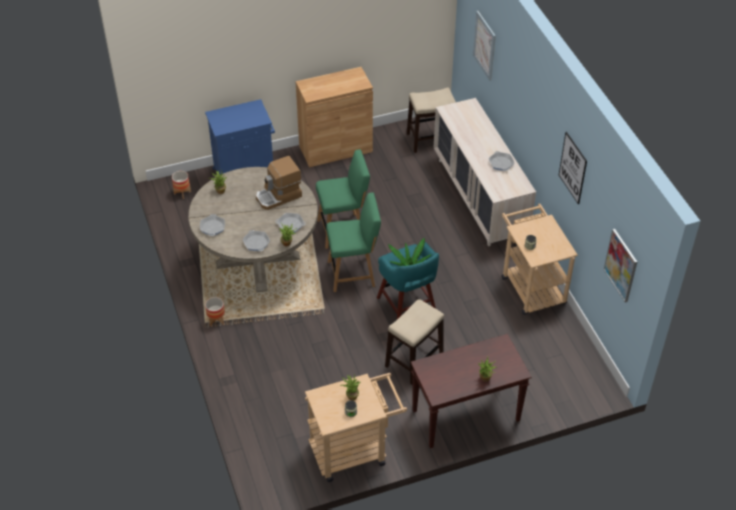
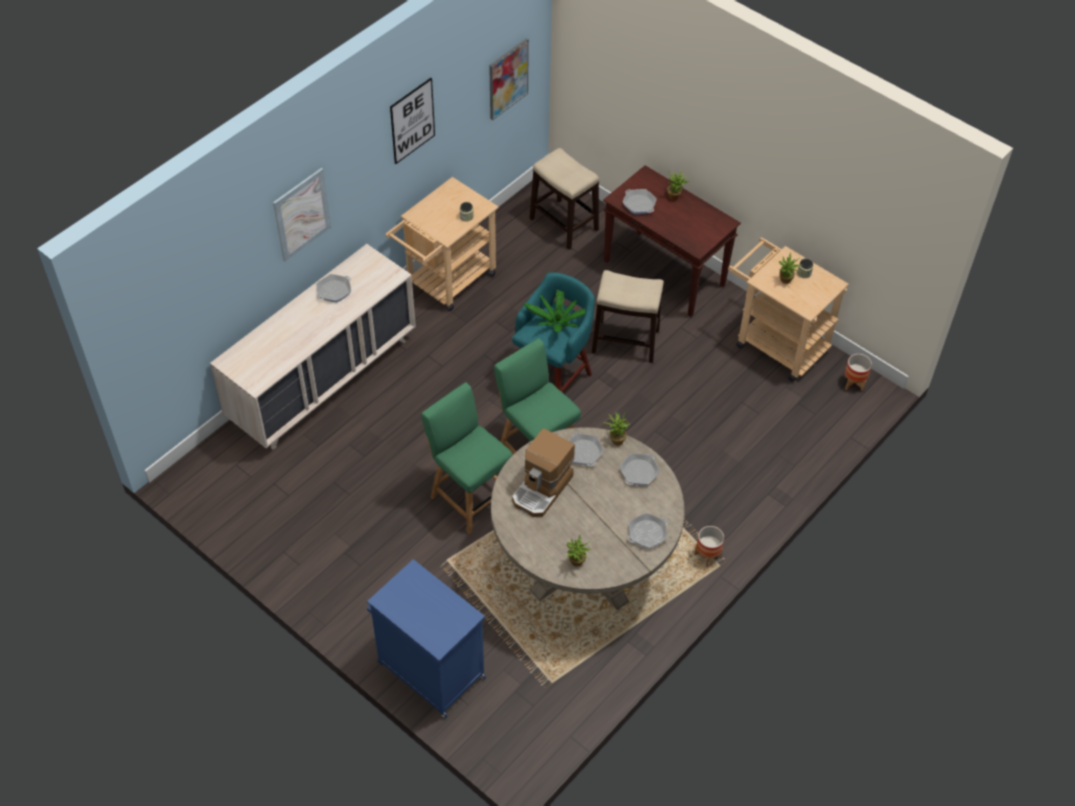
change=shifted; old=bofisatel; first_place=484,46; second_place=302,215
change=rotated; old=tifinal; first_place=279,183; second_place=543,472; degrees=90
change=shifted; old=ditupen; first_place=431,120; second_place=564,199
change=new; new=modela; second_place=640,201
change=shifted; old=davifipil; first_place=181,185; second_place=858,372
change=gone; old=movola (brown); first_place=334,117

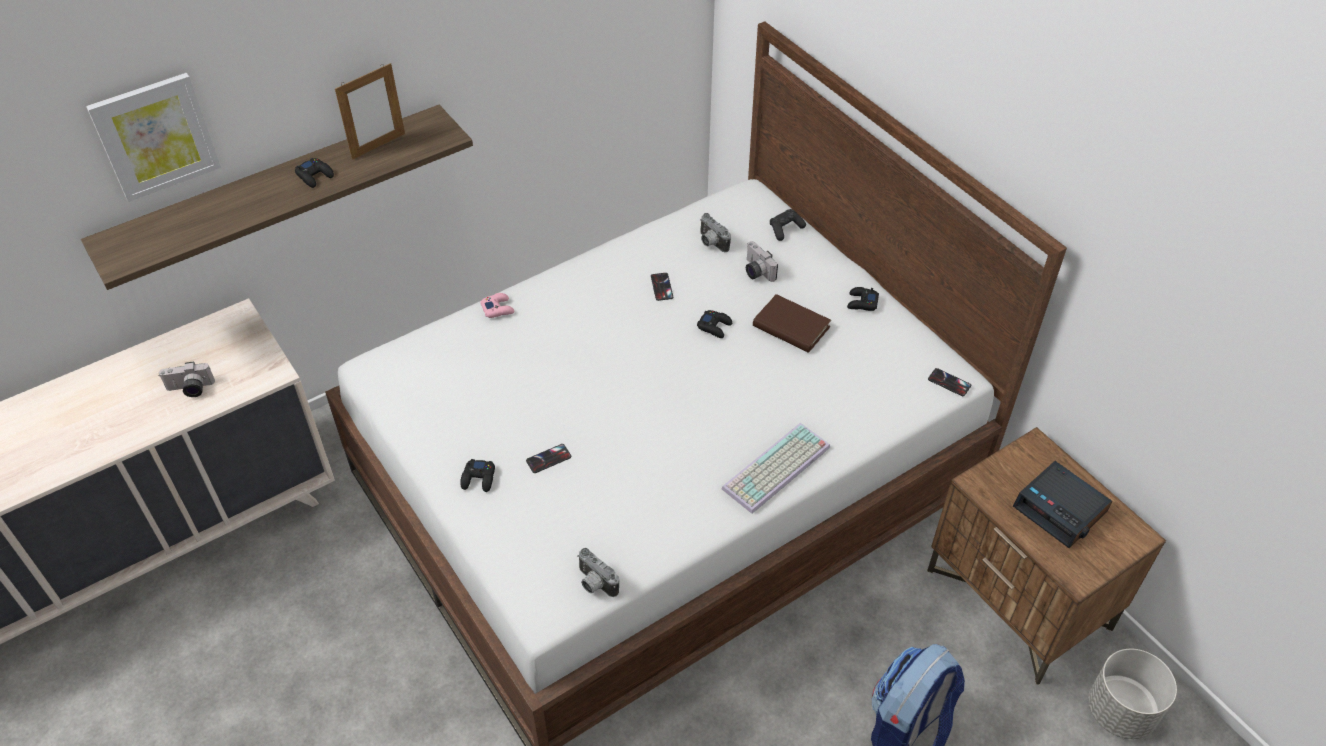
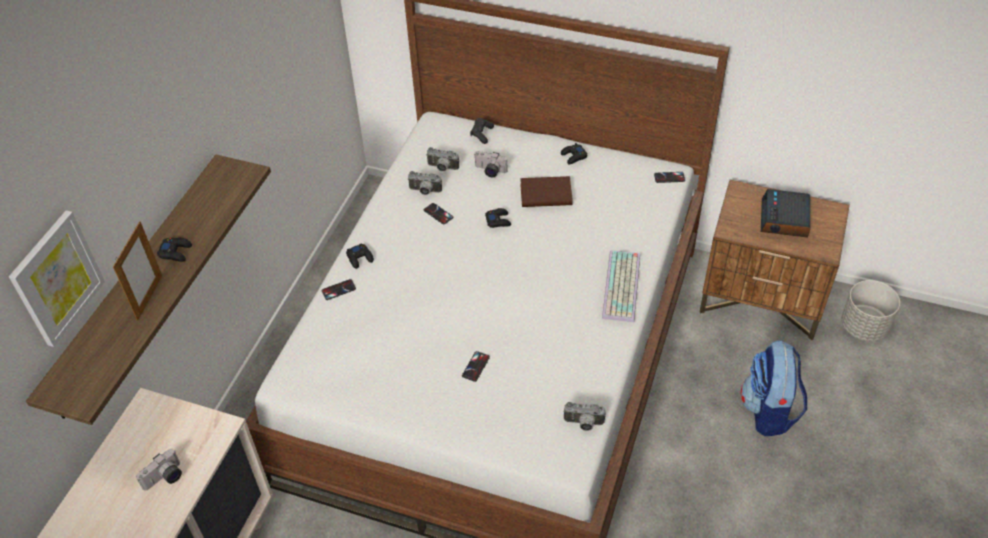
change=shifted; old=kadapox; first_place=370,111; second_place=137,271
change=swapped; old=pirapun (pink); new=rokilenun; first_place=497,305; second_place=338,289
change=shifted; old=pirapun (black); first_place=477,475; second_place=360,256
change=new; new=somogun; second_place=424,183
change=rotated; old=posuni; first_place=1063,504; second_place=785,213; degrees=90

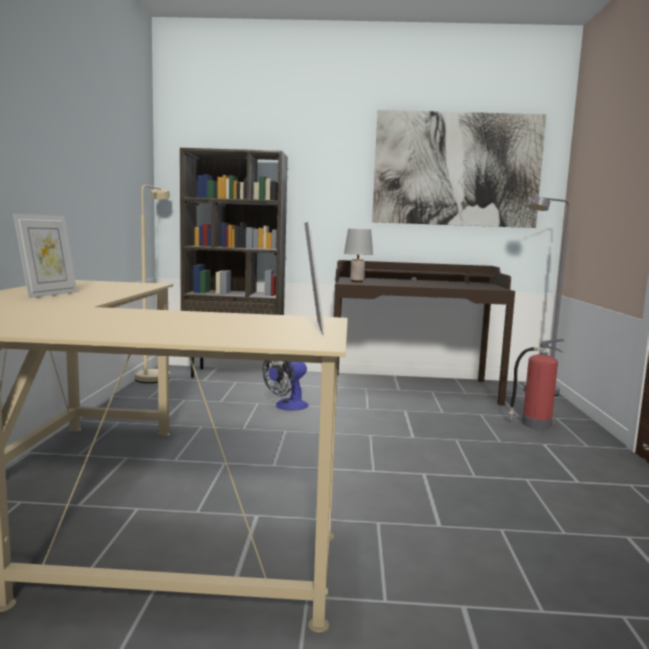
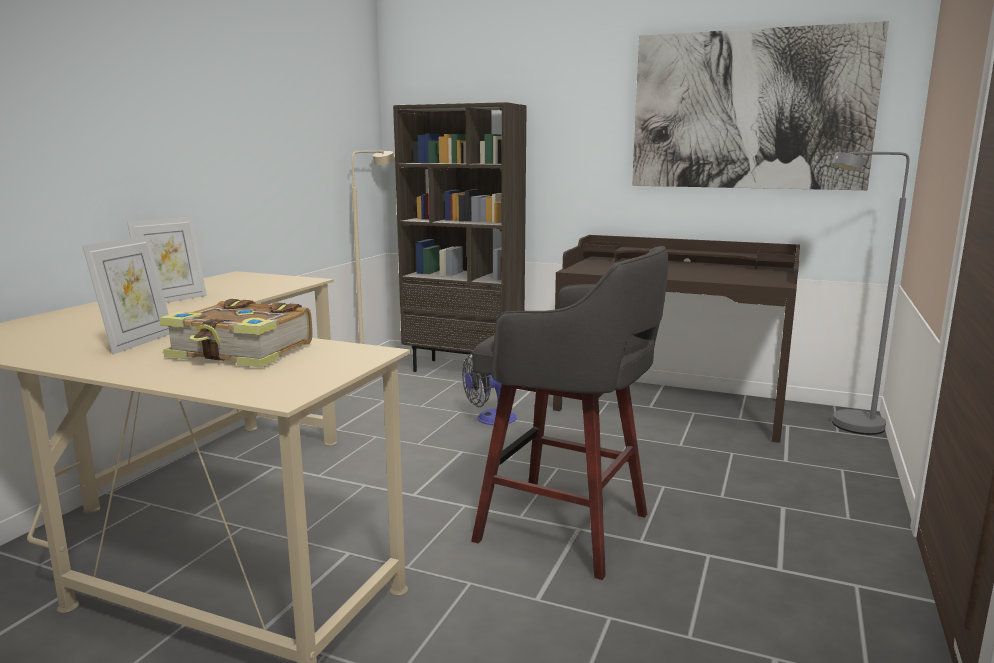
change=shifted; old=kadapox; first_place=314,279; second_place=125,295
change=new; new=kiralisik; second_place=236,333
change=new; new=ditupen (grey); second_place=570,413
change=gone; old=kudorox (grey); first_place=358,255
change=gone; old=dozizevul; first_place=536,384

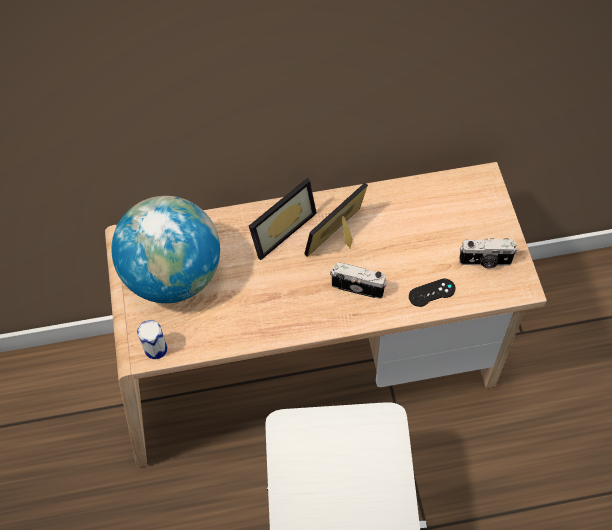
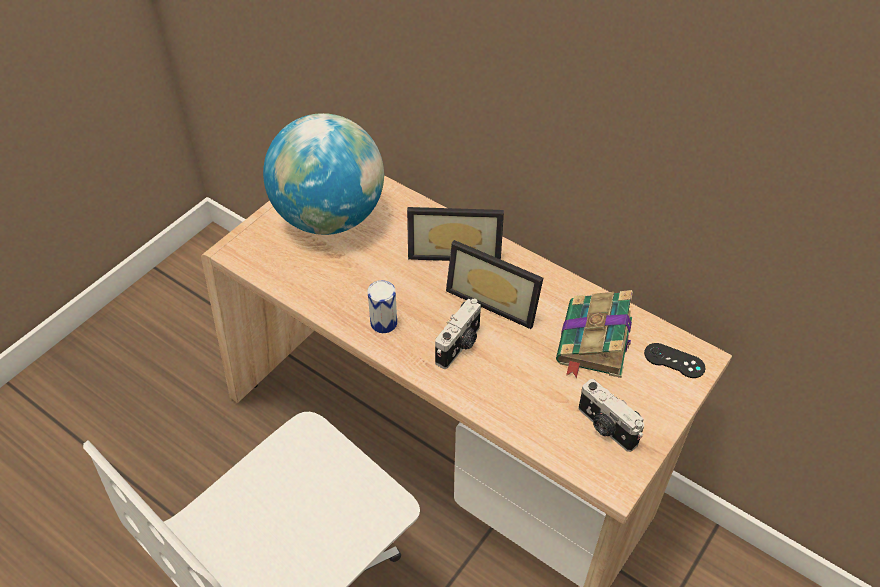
change=shifted; old=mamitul; first_place=152,339; second_place=382,306
change=rotated; old=somogun; first_place=358,280; second_place=458,333; degrees=60
change=rotated; old=kadapox; first_place=336,220; second_place=494,284; degrees=-150
change=new; new=kiralisik; second_place=594,334
change=shifted; old=pirapun (black); first_place=432,293; second_place=674,360

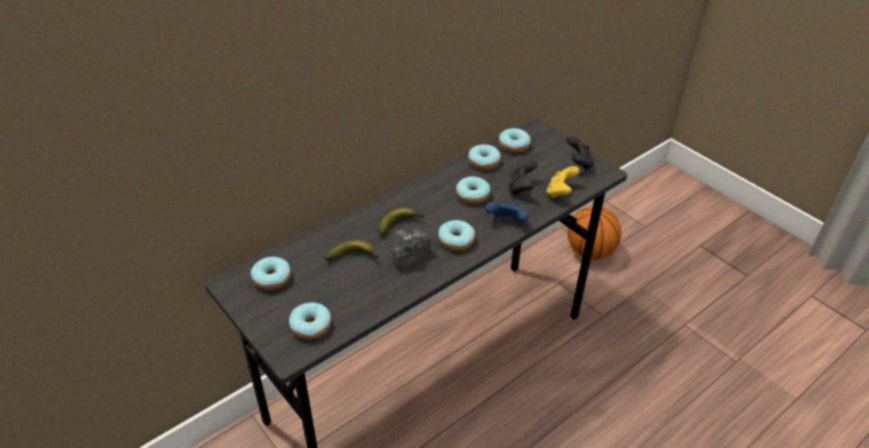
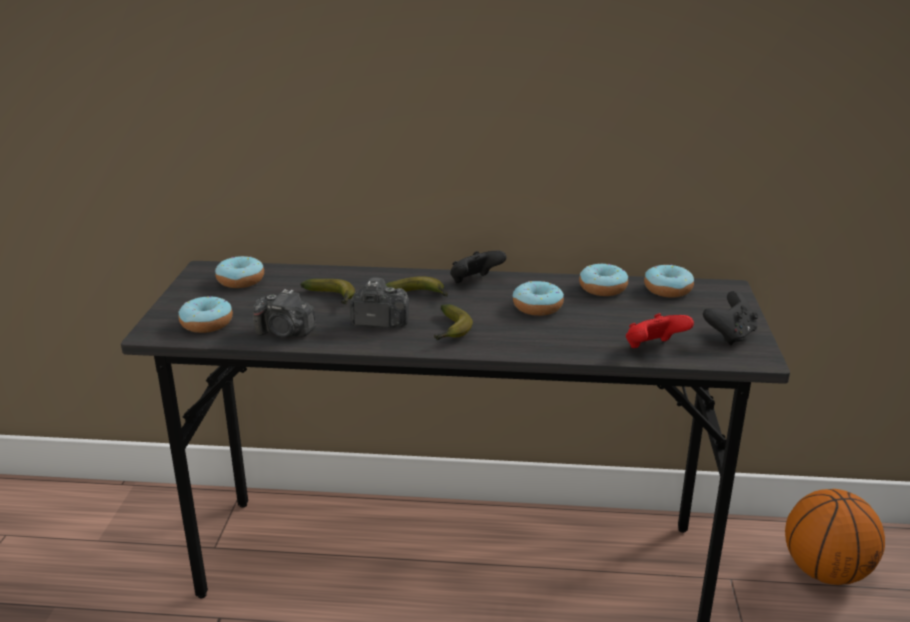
change=new; new=somogun; second_place=284,313
change=swapped; old=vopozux; new=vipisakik; first_place=456,235; second_place=453,322
change=shifted; old=pirapun (black); first_place=523,178; second_place=478,267
change=repainted; old=pirapun (yellow); new=pirapun (red); first_place=563,182; second_place=660,330
change=gone; old=pirapun (blue); first_place=507,211

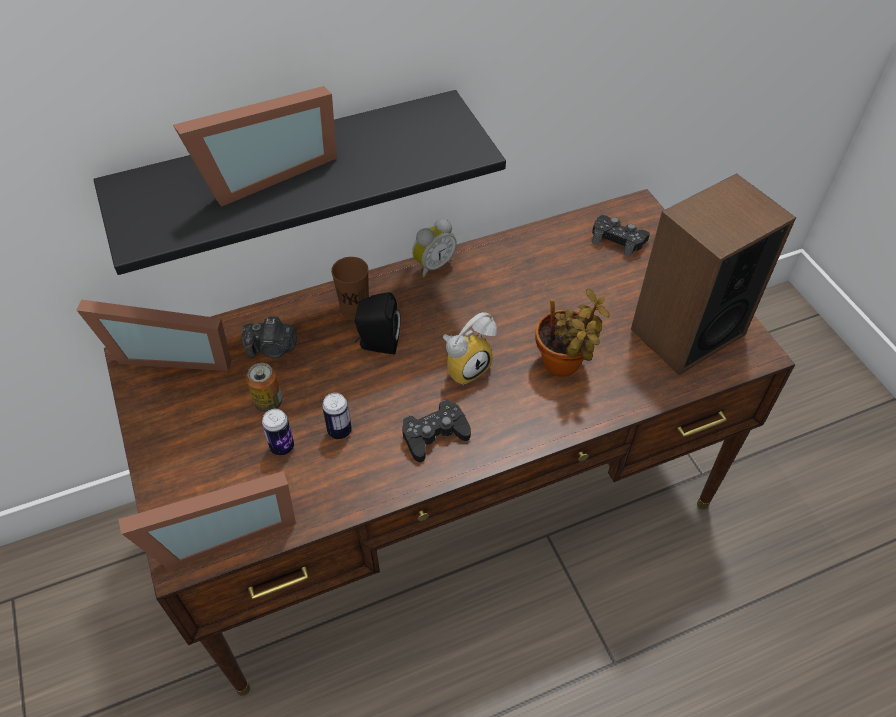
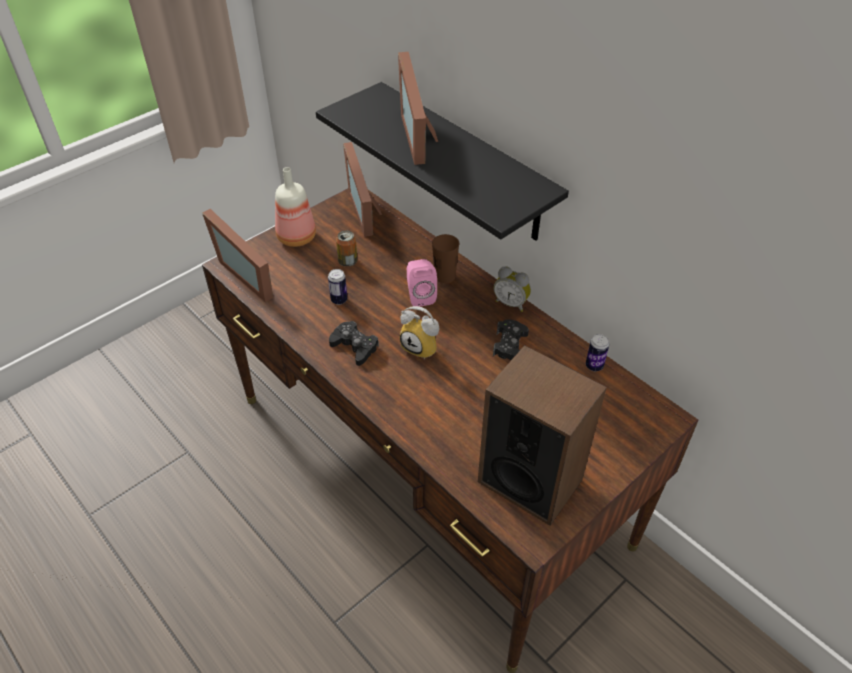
change=new; new=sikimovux; second_place=295,207
change=rotated; old=kadapox; first_place=255,146; second_place=418,108; degrees=45
change=repainted; old=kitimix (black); new=kitimix (pink); first_place=377,323; second_place=422,283
change=shifted; old=pirapun (black); first_place=621,236; second_place=511,339
change=shifted; old=mamitul; first_place=278,432; second_place=597,352
change=gone; old=somogun; first_place=269,337
change=gone; old=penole; first_place=573,332

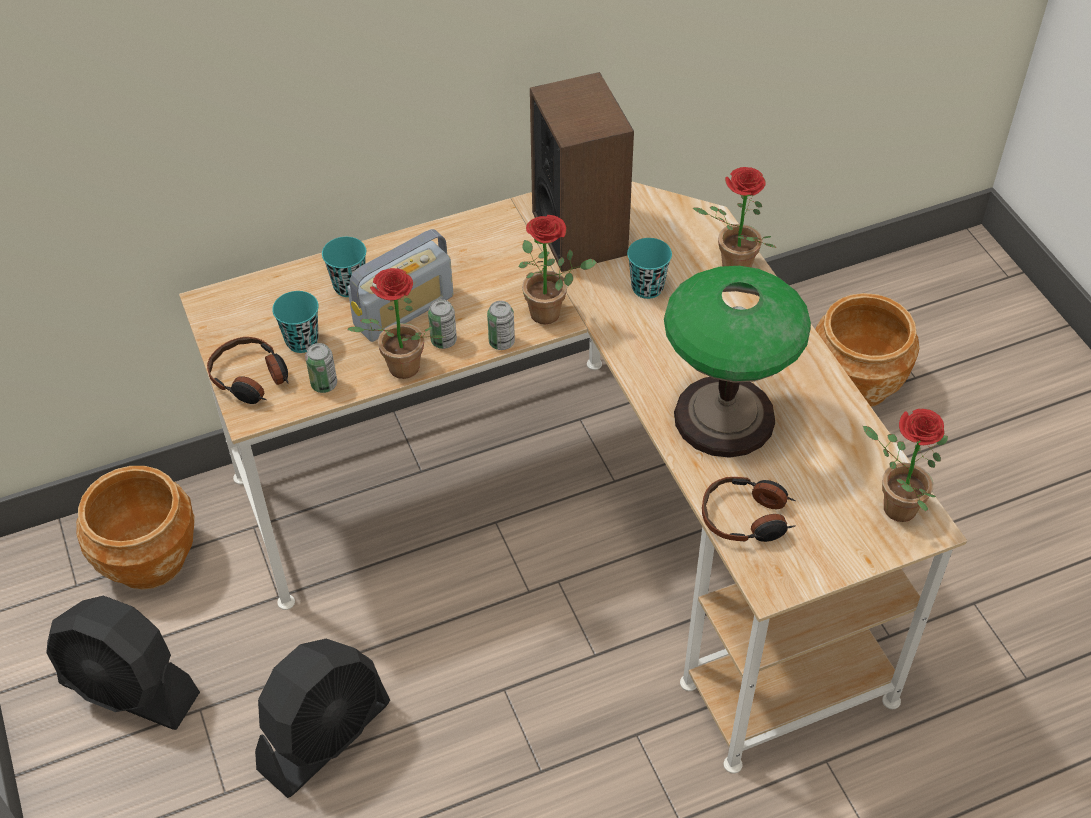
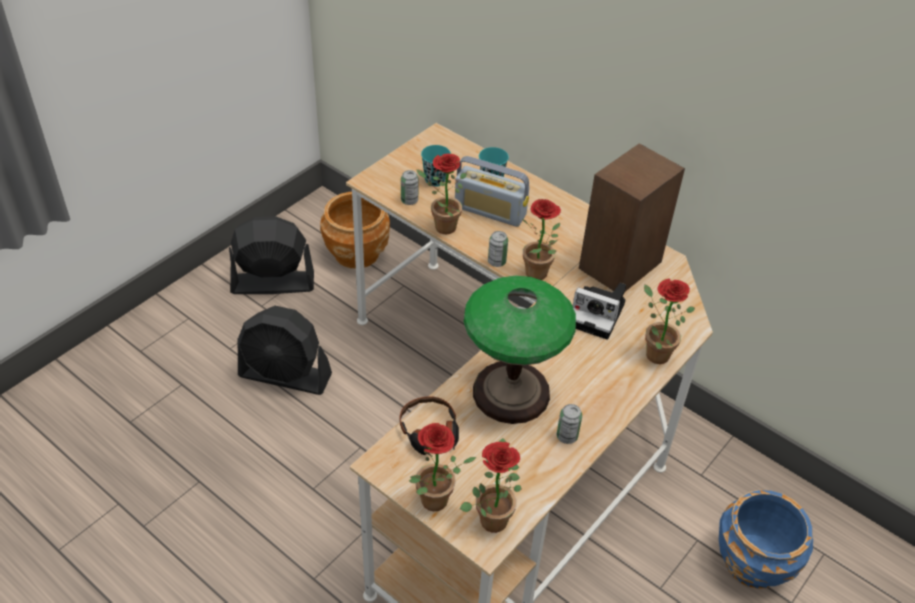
change=rotated; old=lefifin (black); first_place=123,662; second_place=271,255; degrees=90
change=new; new=penole; second_place=443,467
change=shifted; old=mamitul; first_place=442,324; second_place=569,424
change=swapped; old=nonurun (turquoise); new=somogun; first_place=649,268; second_place=599,311
change=repainted; old=davifipil (brown); new=davifipil (blue); first_place=867,350; second_place=766,539
change=gone; old=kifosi; first_place=248,370

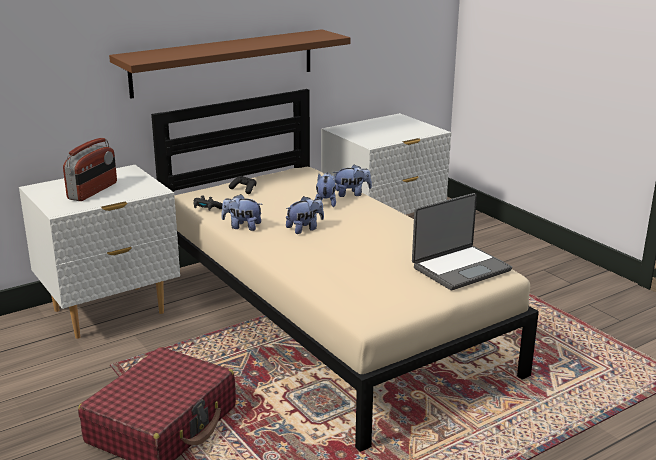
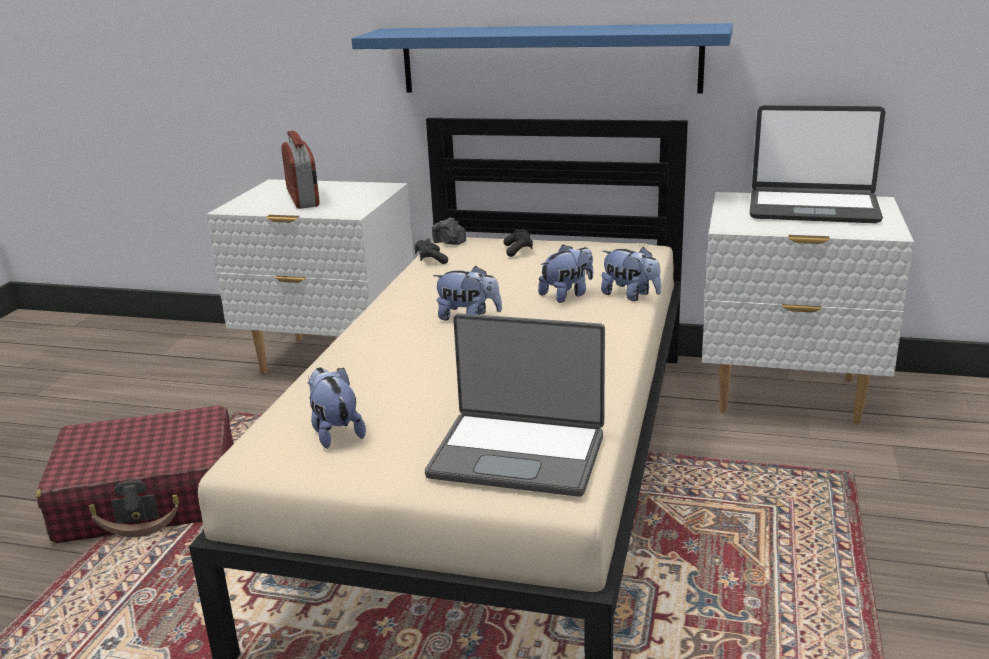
change=rotated; old=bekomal; first_place=90,169; second_place=300,170; degrees=-90
change=shifted; old=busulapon; first_place=242,212; second_place=337,407
change=repainted; old=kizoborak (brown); new=kizoborak (blue); first_place=230,64; second_place=542,58
change=new; new=somogun; second_place=449,231
change=new; new=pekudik; second_place=817,164

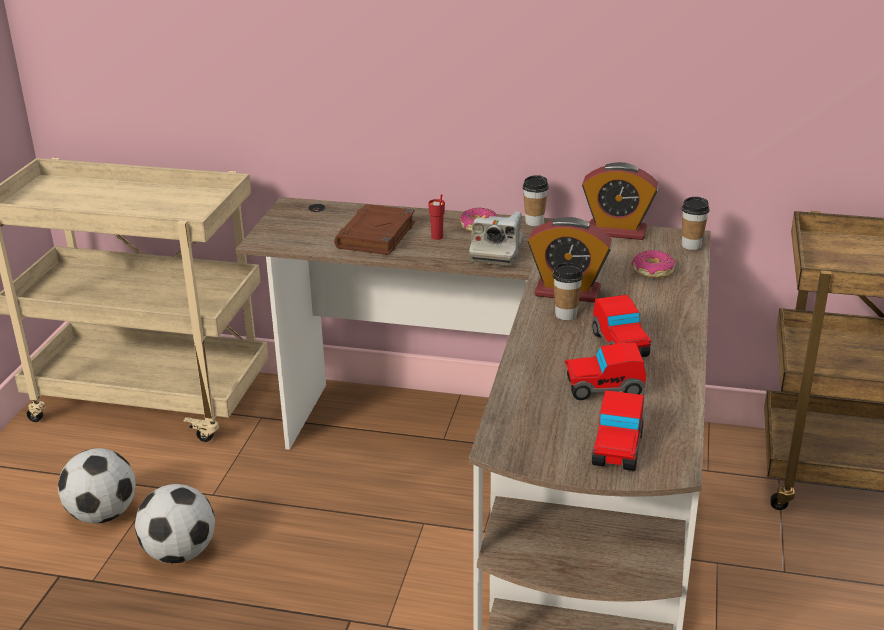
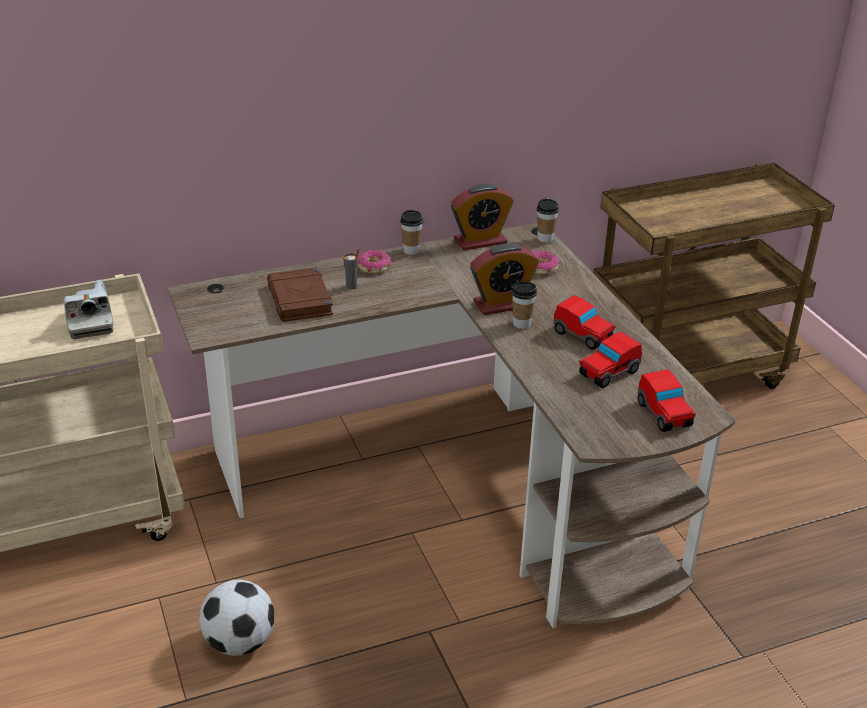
change=shifted; old=somogun; first_place=496,239; second_place=88,309
change=repainted; old=nonurun (red); new=nonurun (grey); first_place=436,217; second_place=351,269
change=gone; old=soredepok; first_place=97,486

